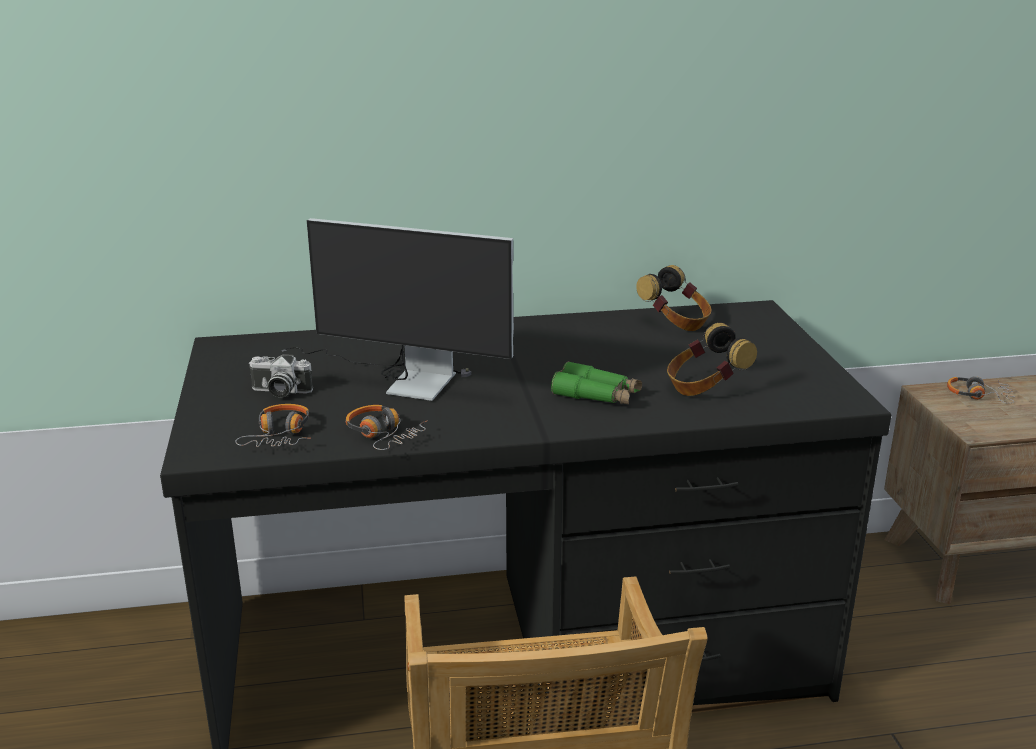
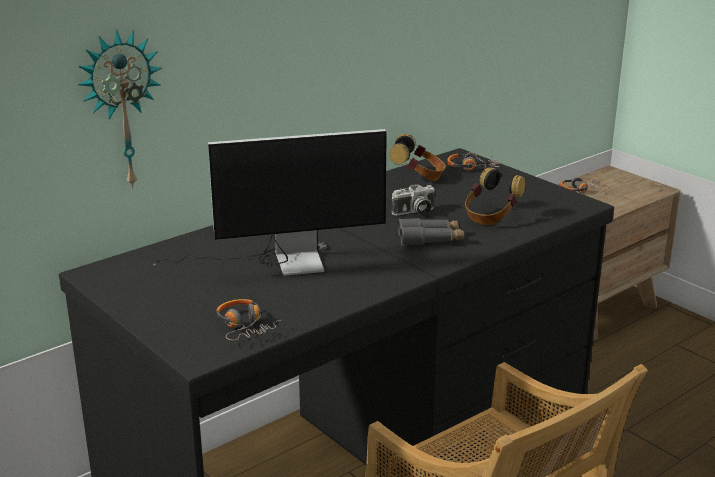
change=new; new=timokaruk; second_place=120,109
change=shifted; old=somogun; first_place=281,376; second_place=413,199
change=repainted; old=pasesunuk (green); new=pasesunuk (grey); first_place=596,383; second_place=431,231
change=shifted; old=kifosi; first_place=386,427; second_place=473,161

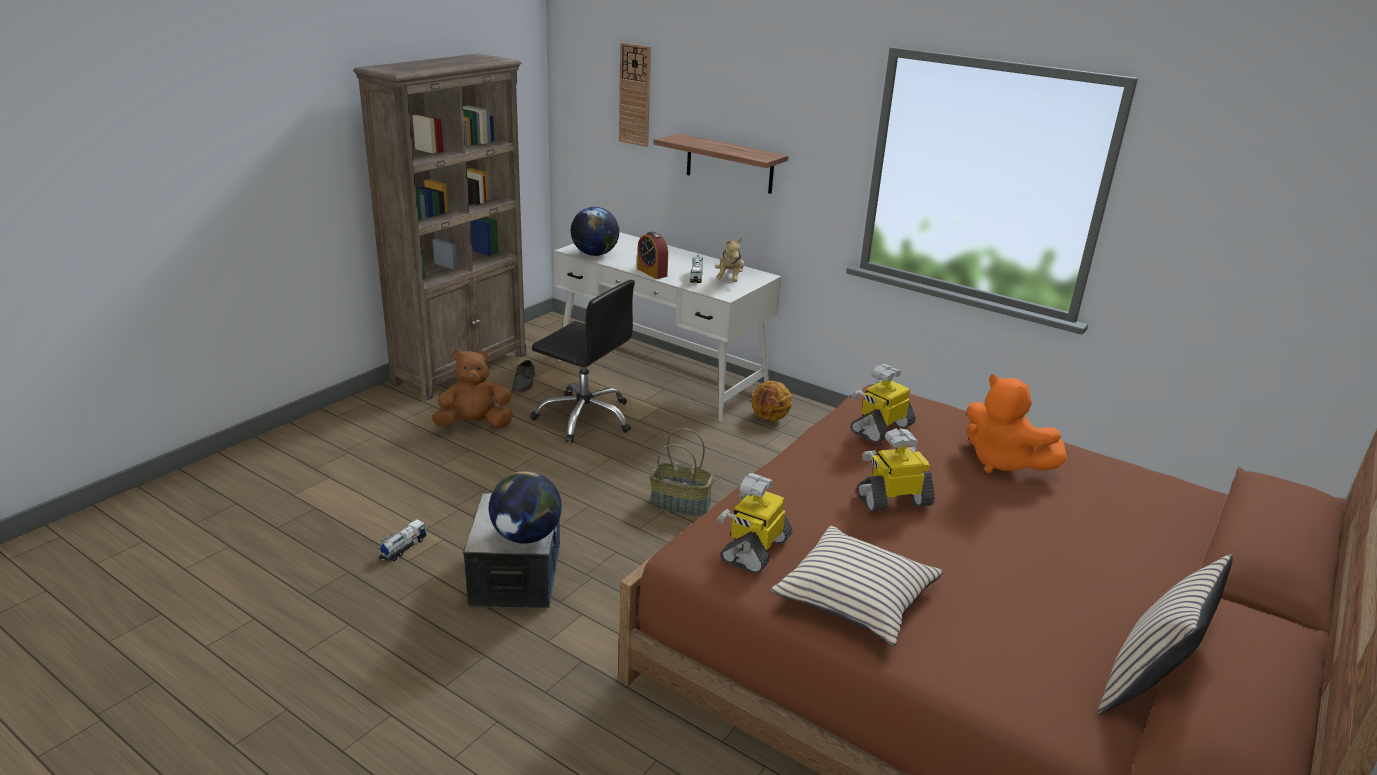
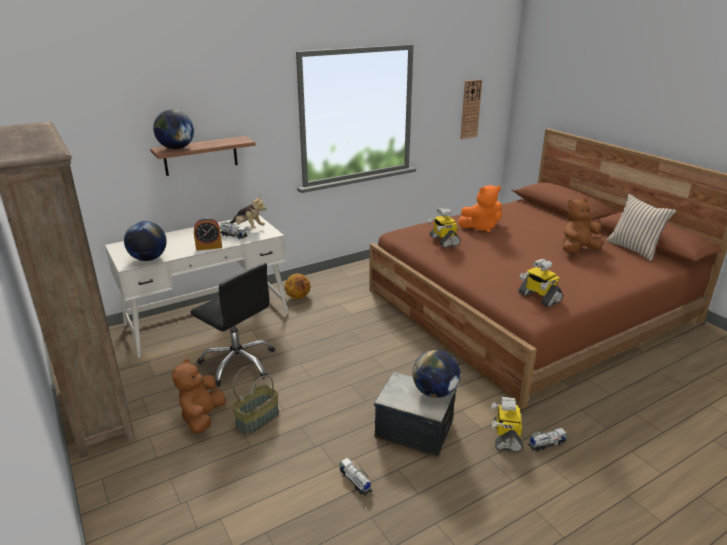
change=new; new=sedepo; second_place=173,129
change=rotated; old=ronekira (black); first_place=583,361; second_place=232,325; degrees=75
change=shifted; old=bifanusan; first_place=682,472; second_place=255,400
change=shifted; old=timokaruk; first_place=635,94; second_place=471,109
change=shifted; old=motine; first_place=896,470; second_place=507,424
change=new; new=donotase; second_place=547,440
change=new; new=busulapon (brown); second_place=582,225
change=gone; old=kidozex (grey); first_place=523,376
change=gone; old=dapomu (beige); first_place=856,586

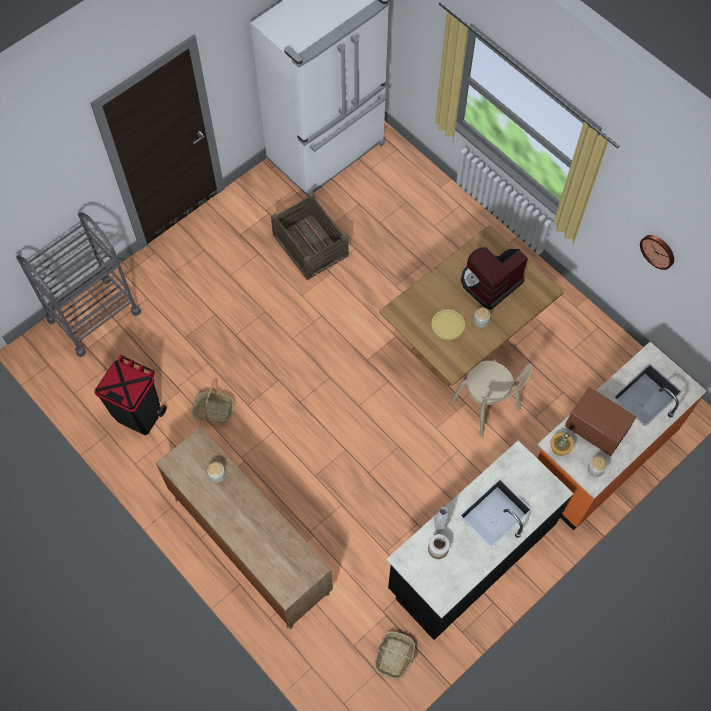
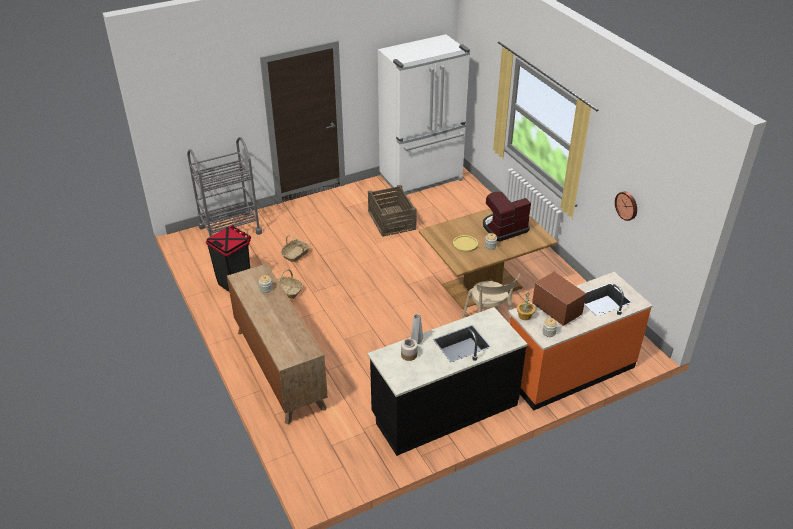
change=shifted; old=bifanusan; first_place=395,655; second_place=295,248

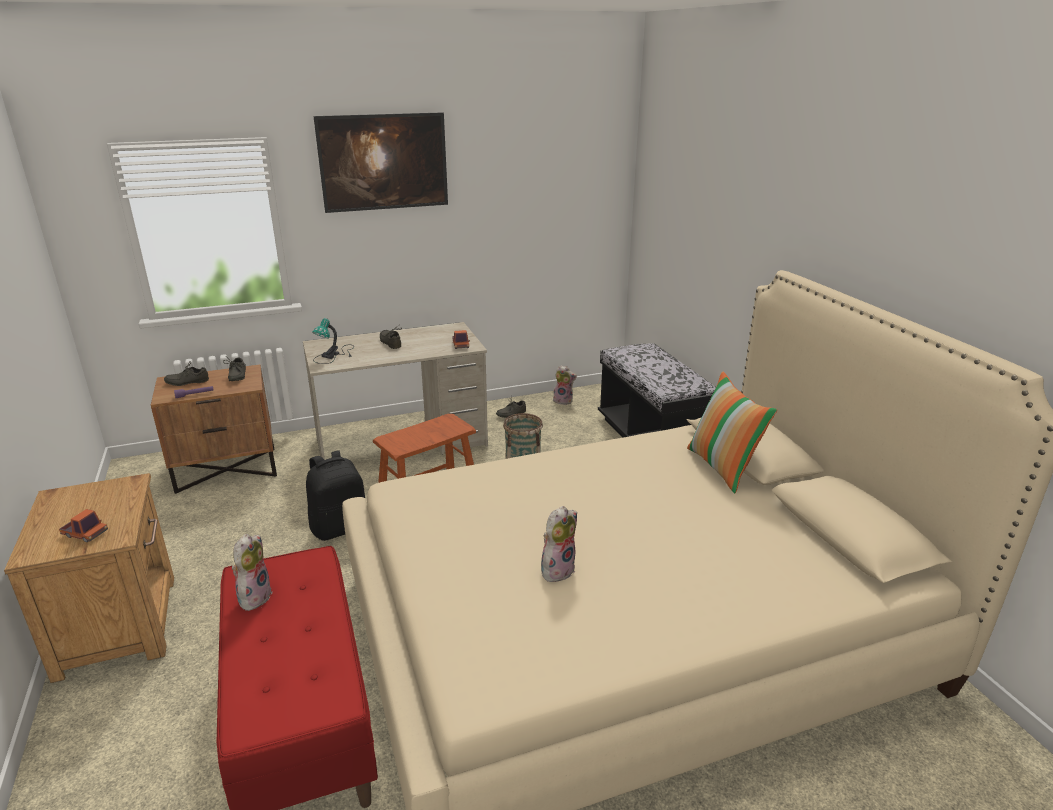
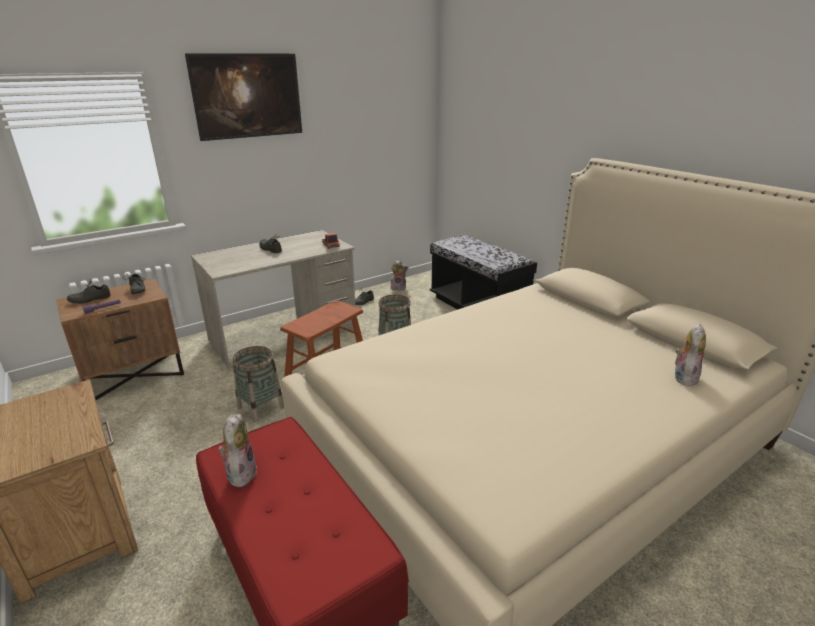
change=swapped; old=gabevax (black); new=bifanusan; first_place=335,495; second_place=258,384
change=shifted; old=busulapon; first_place=559,544; second_place=690,354
change=gone; old=donotase; first_place=83,525
change=gone; old=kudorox; first_place=333,341
change=gone; old=dapomu; first_place=732,432

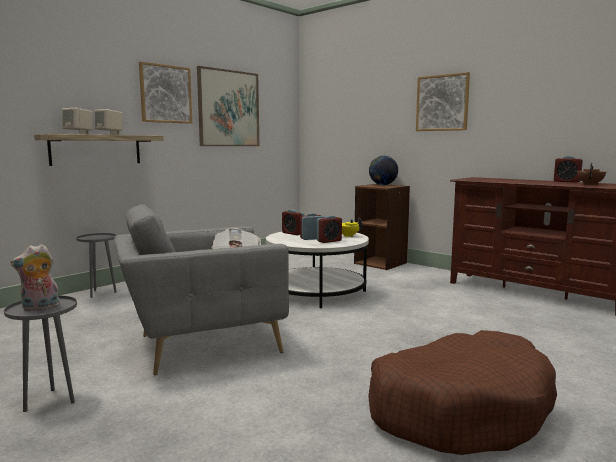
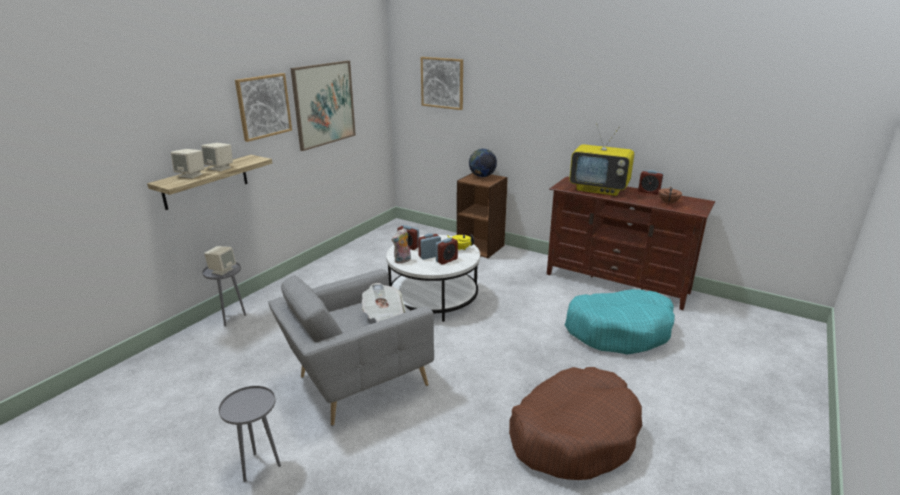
change=new; new=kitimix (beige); second_place=220,260
change=shifted; old=busulapon; first_place=35,277; second_place=401,246
change=shifted; old=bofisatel; first_place=443,101; second_place=442,83
change=new; new=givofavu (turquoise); second_place=620,322
change=new; new=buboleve; second_place=601,160

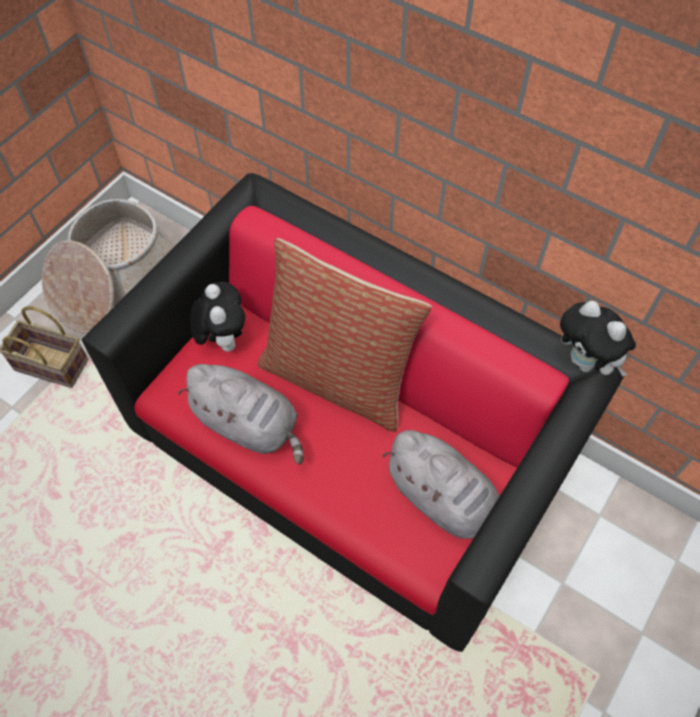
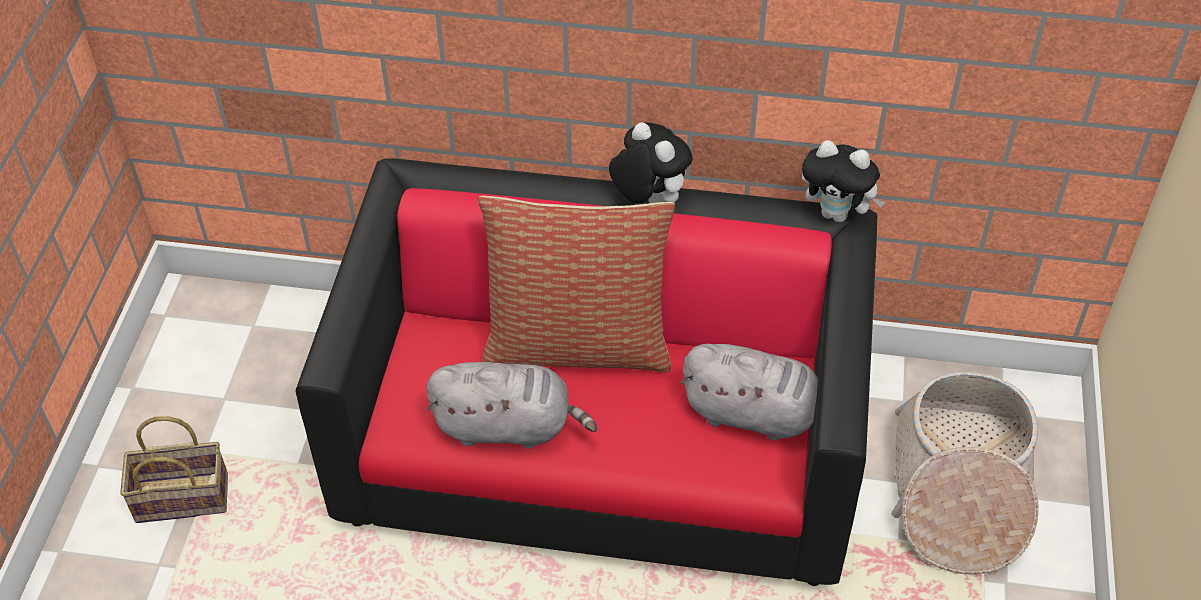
change=shifted; old=busulapon; first_place=217,317; second_place=651,163
change=shifted; old=bifanusan; first_place=109,266; second_place=965,473

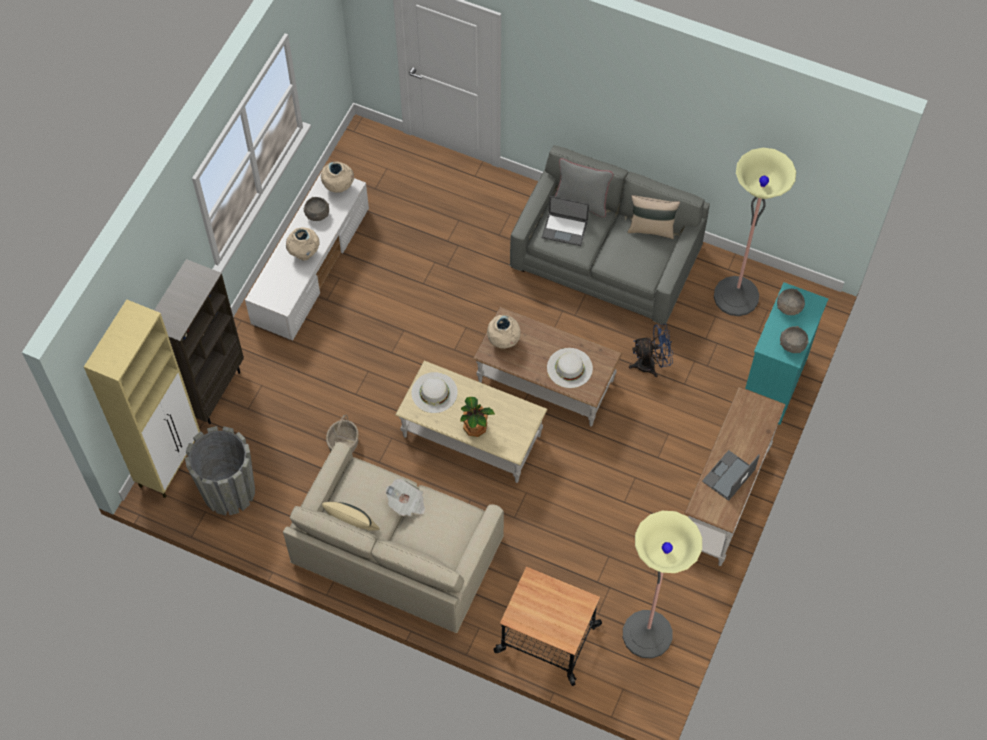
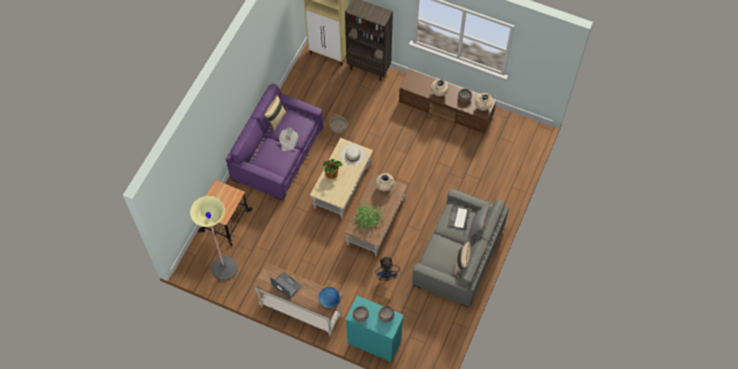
change=repainted; old=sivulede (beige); new=sivulede (purple); first_place=393,537; second_place=274,142
change=new; new=sedepo; second_place=329,298
change=swapped; old=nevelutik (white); new=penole; first_place=570,368; second_place=369,217
change=repainted; old=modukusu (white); new=modukusu (brown); first_place=307,257; second_place=447,101
change=gone; old=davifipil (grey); first_place=220,470
change=gone; old=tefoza; first_place=755,232

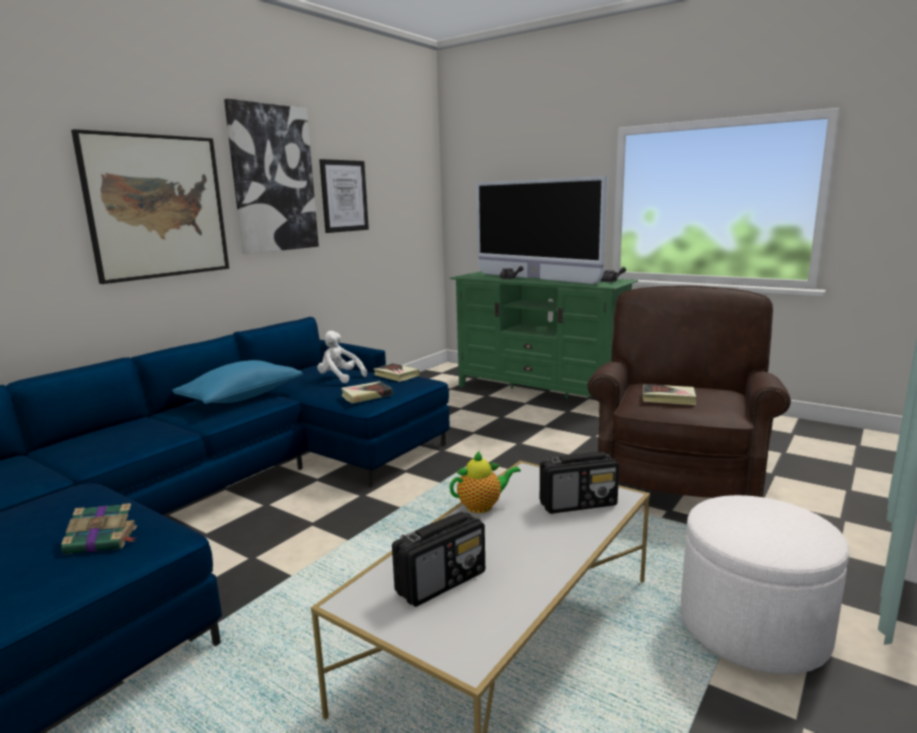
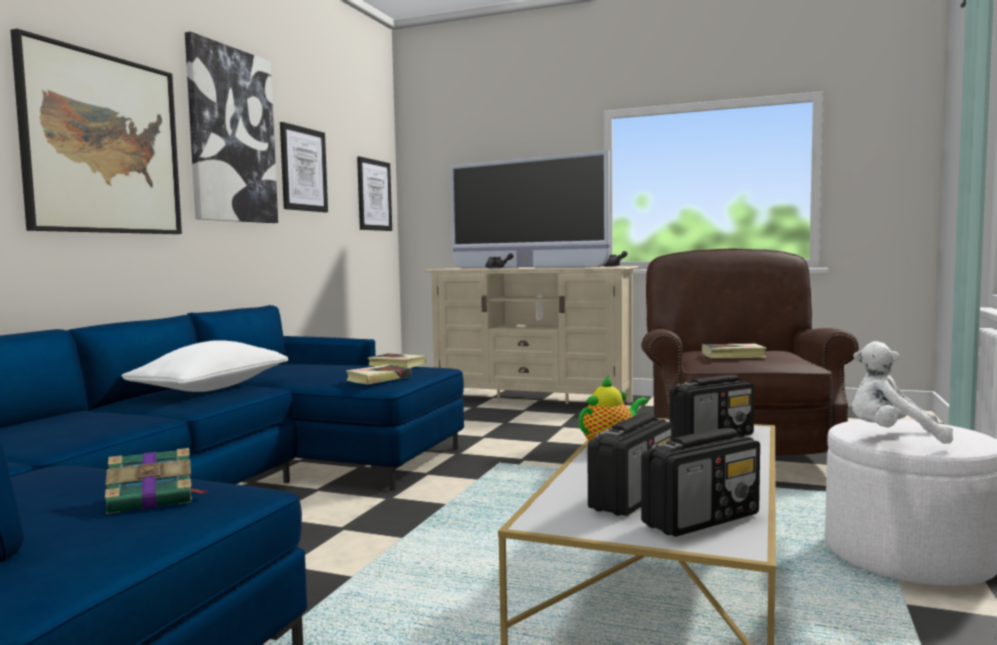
change=repainted; old=dapomu (blue); new=dapomu (white); first_place=237,382; second_place=205,366
change=new; new=bofisatel; second_place=374,193
change=repainted; old=modukusu (green); new=modukusu (beige); first_place=544,334; second_place=531,335
change=new; new=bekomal; second_place=700,482
change=shifted; old=busulapon (white); first_place=342,357; second_place=902,392

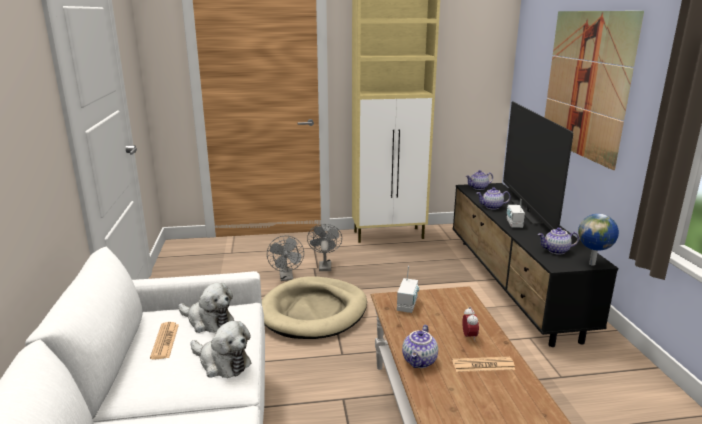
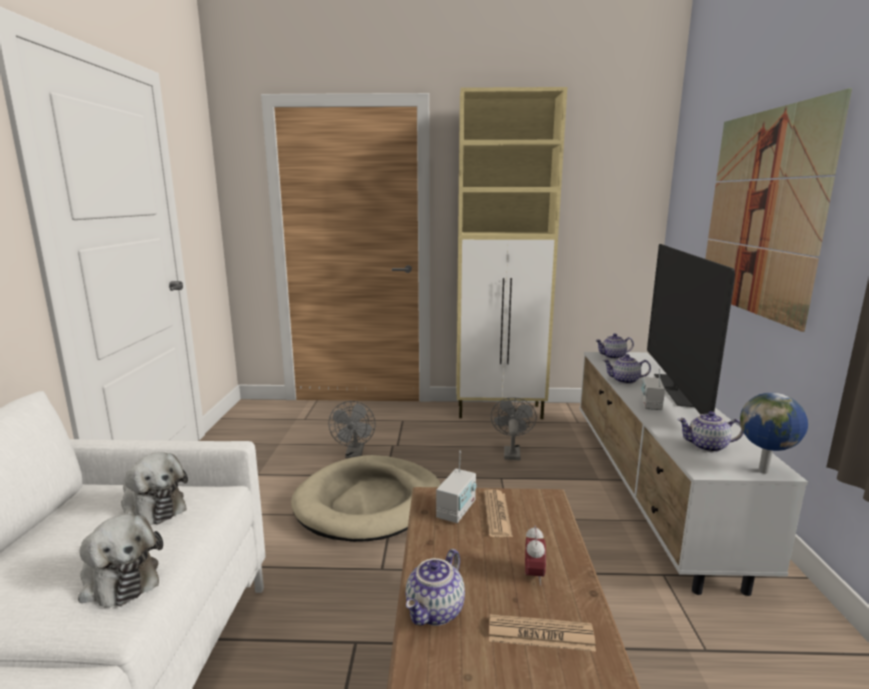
change=shifted; old=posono; first_place=164,341; second_place=498,513
change=shifted; old=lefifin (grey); first_place=324,247; second_place=514,428
change=repainted; old=modukusu (black); new=modukusu (white); first_place=535,265; second_place=693,474

